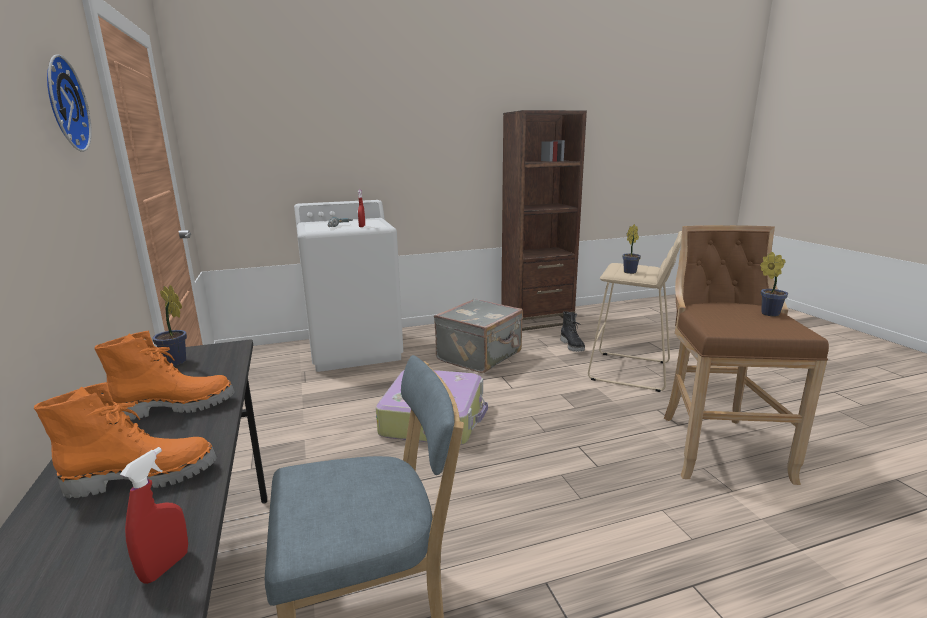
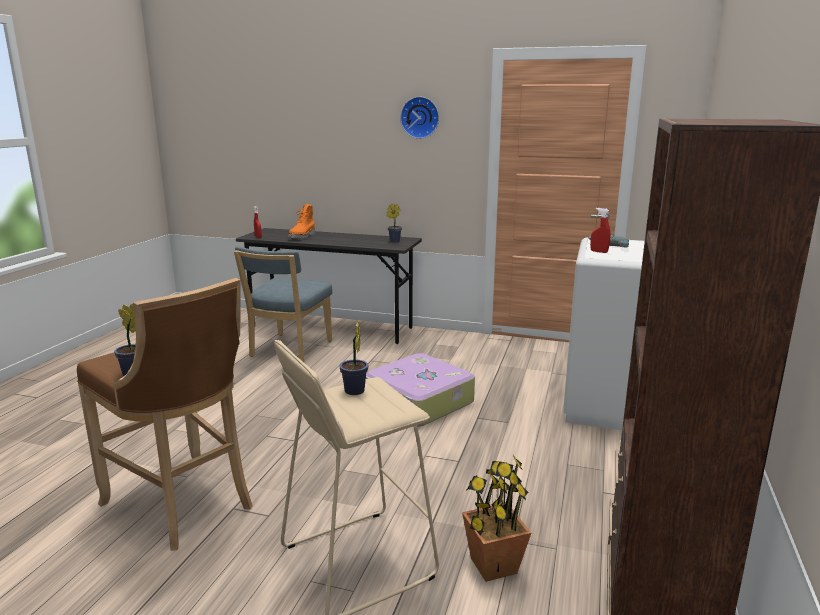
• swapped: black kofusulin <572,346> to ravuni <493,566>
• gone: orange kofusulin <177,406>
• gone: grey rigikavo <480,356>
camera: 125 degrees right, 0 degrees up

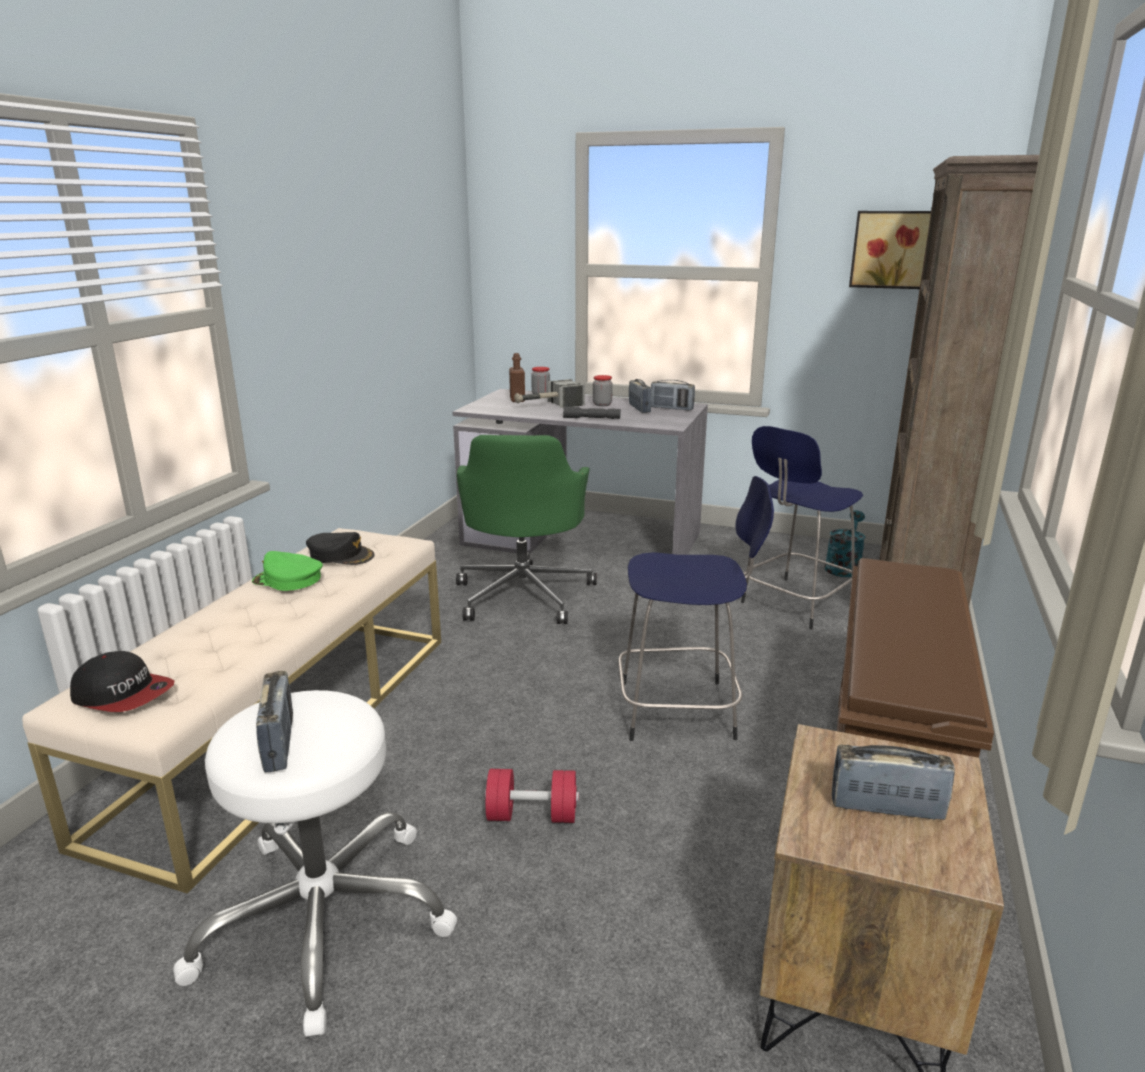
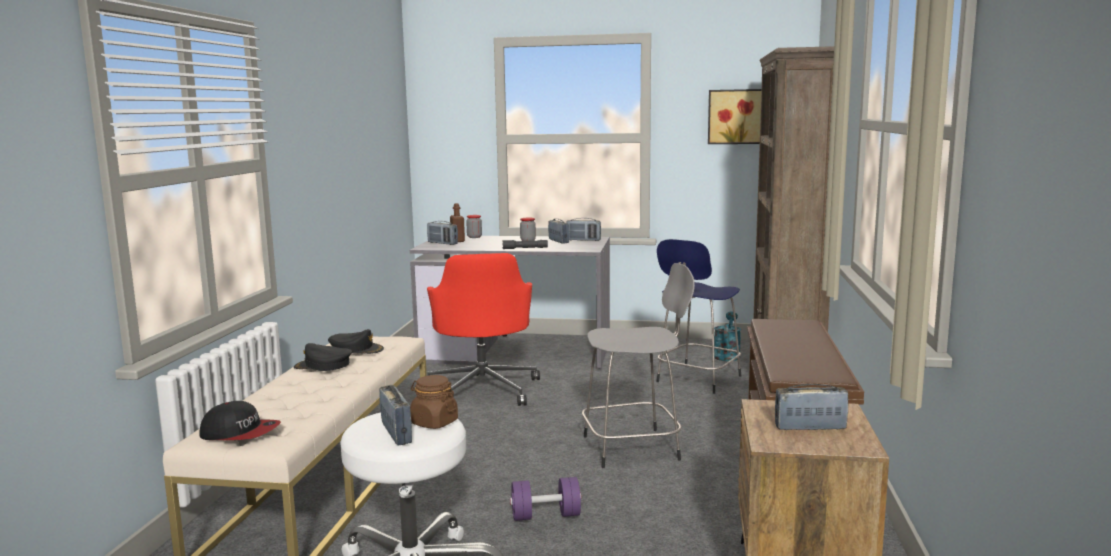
• repainted: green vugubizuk <288,580> to black vugubizuk <323,365>
• new: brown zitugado <434,422>
• new: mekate <442,243>
• repainted: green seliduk <524,594> to red seliduk <483,390>
• repainted: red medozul <532,815> to purple medozul <545,515>
• repainted: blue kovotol <682,710> to grey kovotol <634,447>
• gone: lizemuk <547,406>
camera: 10 degrees left, 10 degrees down

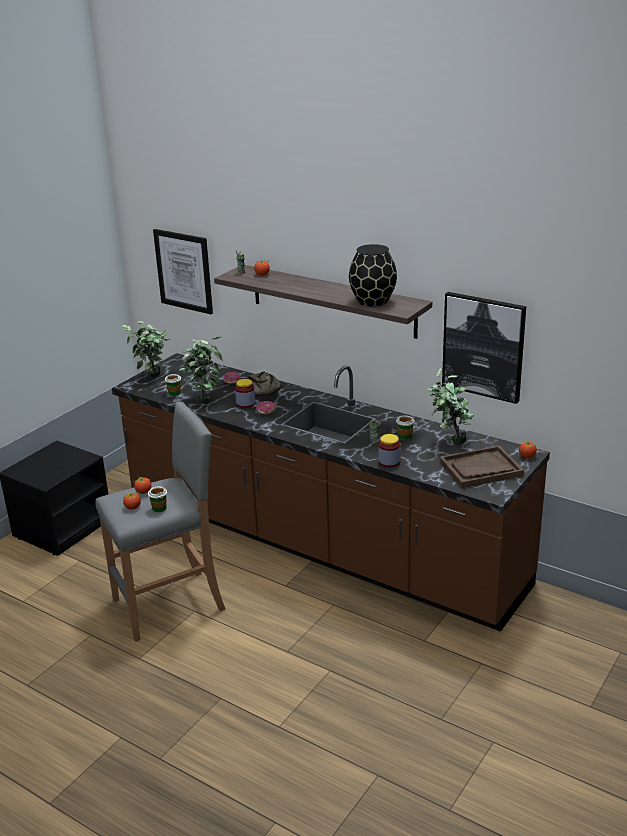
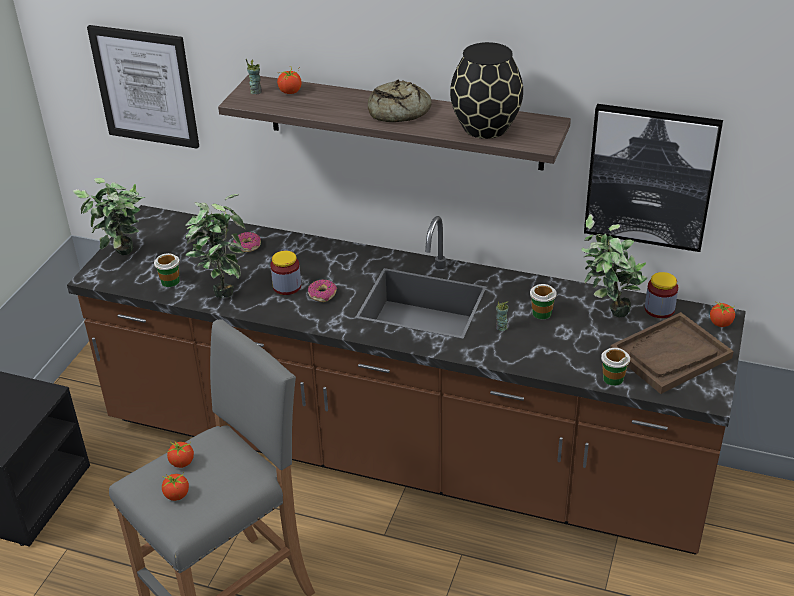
• shifted: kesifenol <260,390> to <398,111>
• shifted: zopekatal <159,508> to <613,378>
• shifted: zitugado <389,462> to <659,309>
camera: 15 degrees left, 10 degrees up

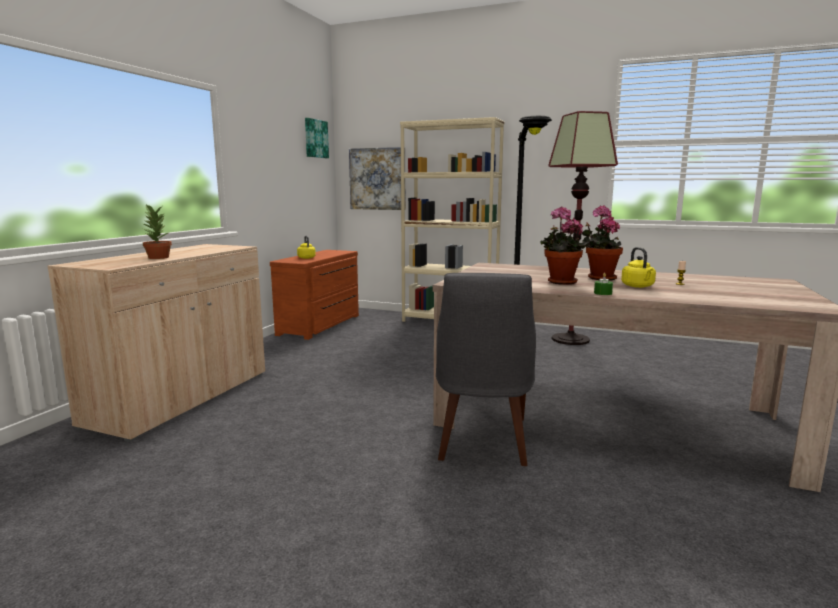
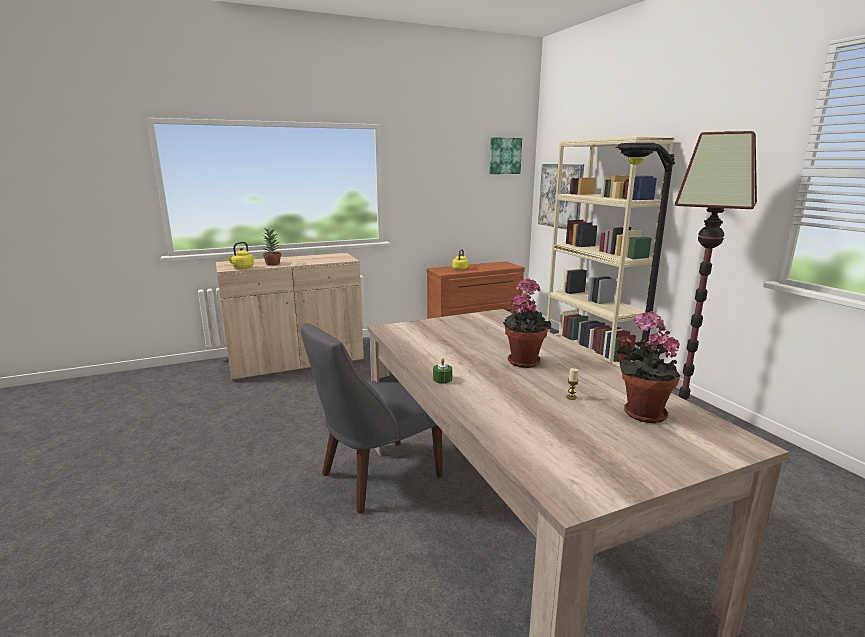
• shifted: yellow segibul <638,286> to <242,268>
• shifted: ravuni <559,282> to <640,413>
camera: 45 degrees right, 5 degrees up

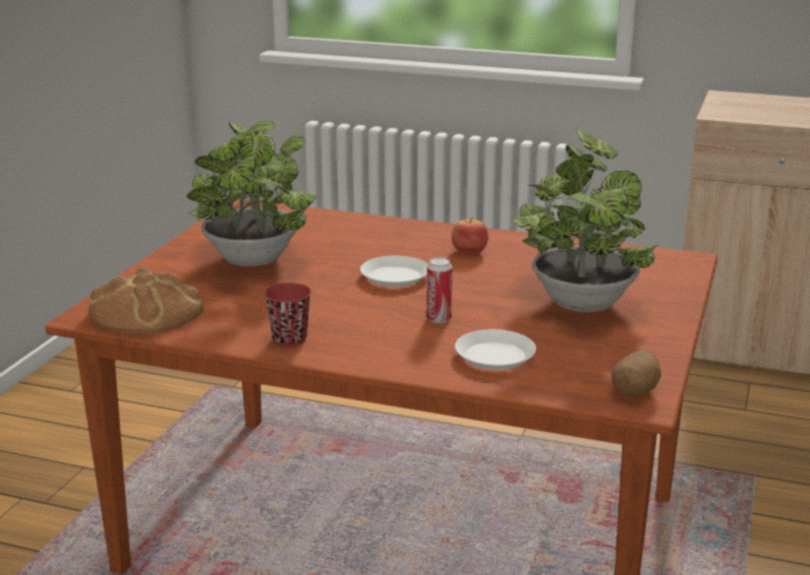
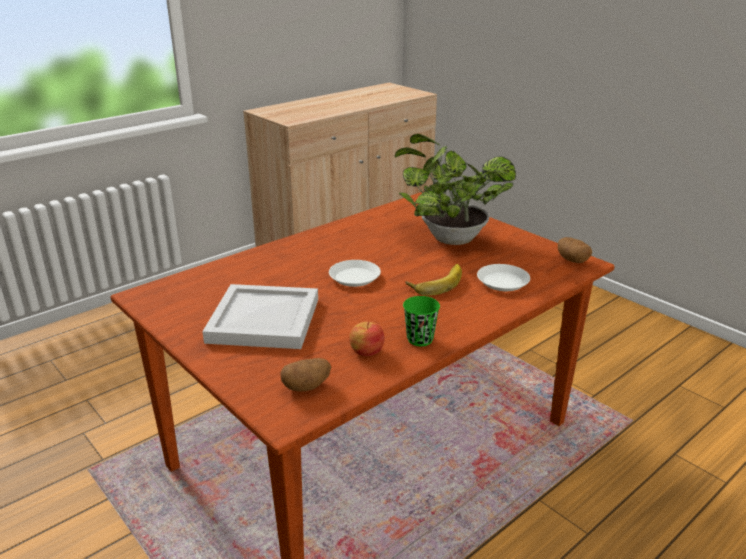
• swapped: ravuni <252,262> to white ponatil <263,319>
• swapped: kesifenol <147,311> to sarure <306,387>
• shifted: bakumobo <469,251> to <366,351>
• repainted: red zopekatal <289,339> to green zopekatal <420,339>
• swapped: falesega <439,319> to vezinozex <436,282>
camera: 60 degrees left, 5 degrees up

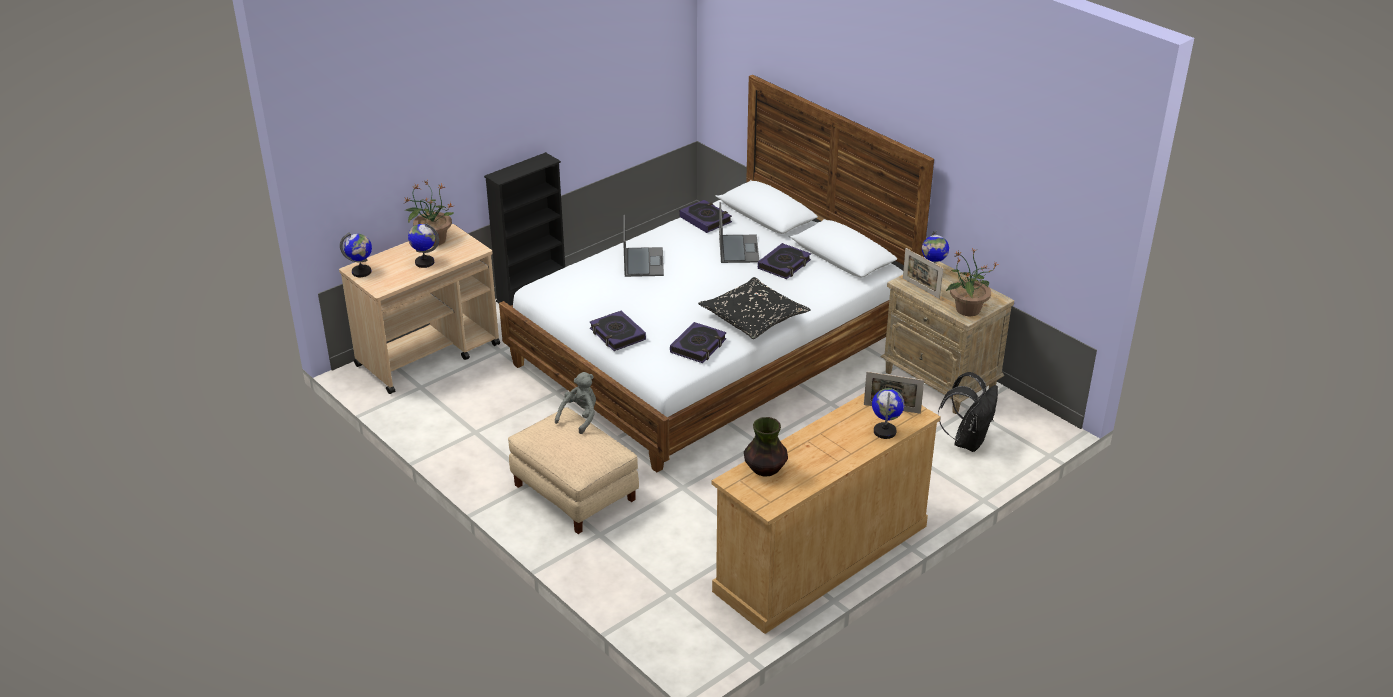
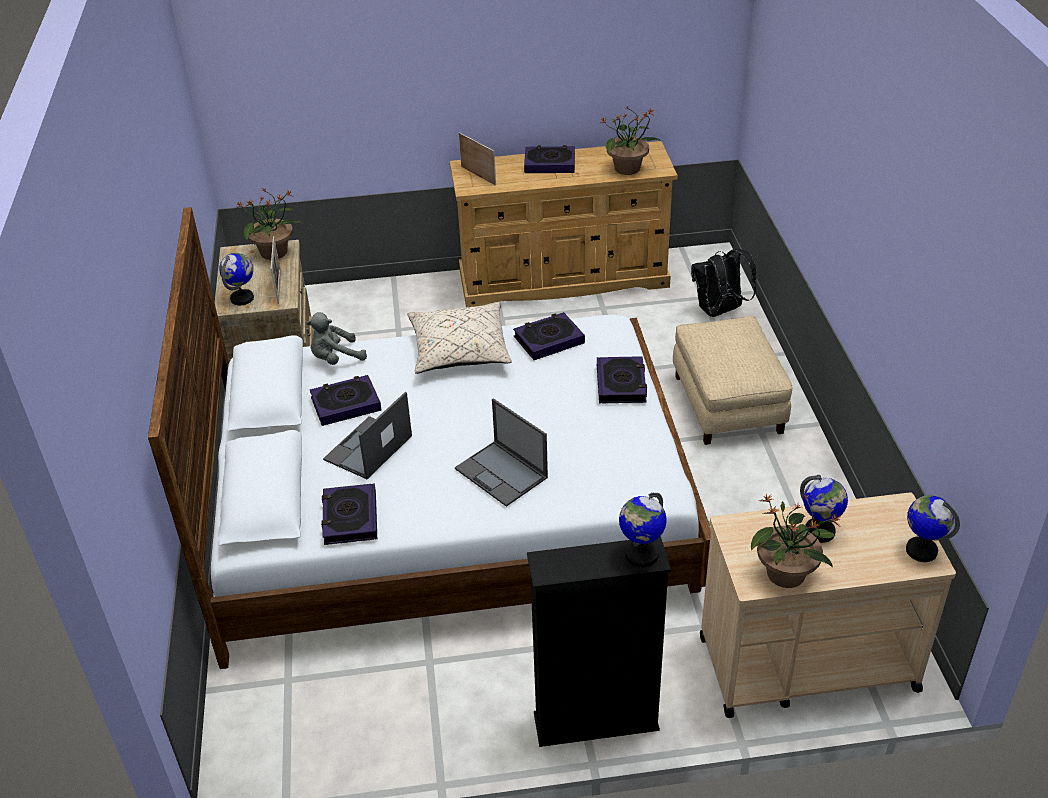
• shifted: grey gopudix <580,417> to <335,358>
• repainted: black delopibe <753,318> to beige delopibe <459,350>
• rotated: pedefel <643,262> = <502,473> 75 degrees counterclockwise
• new: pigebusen <549,164>
• swapped: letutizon <765,469> to ravuni <628,168>
• shifted: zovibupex <885,431> to <641,555>
• shifted: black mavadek <968,441> to <719,311>
camera: 145 degrees left, 5 degrees up

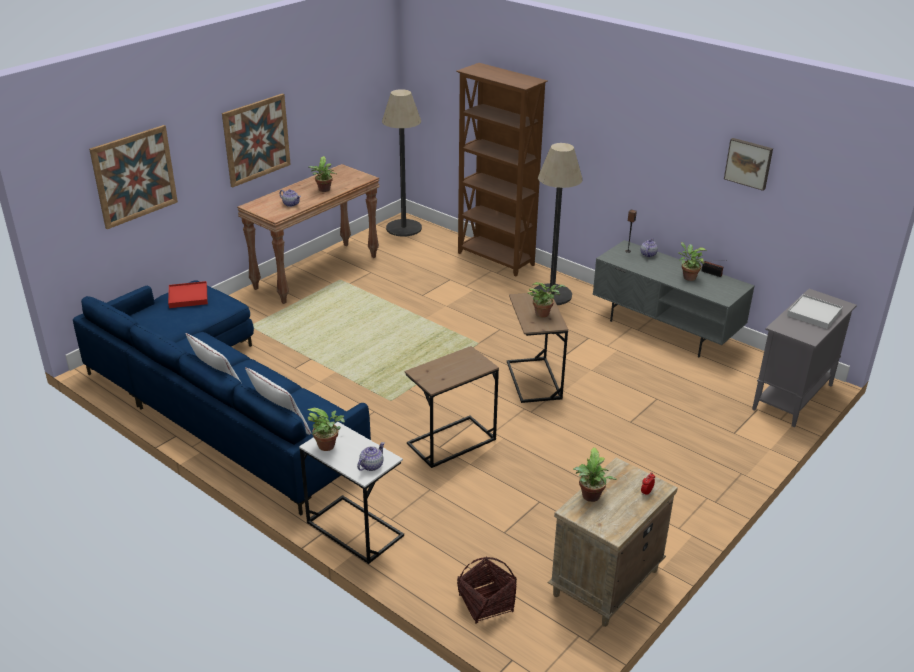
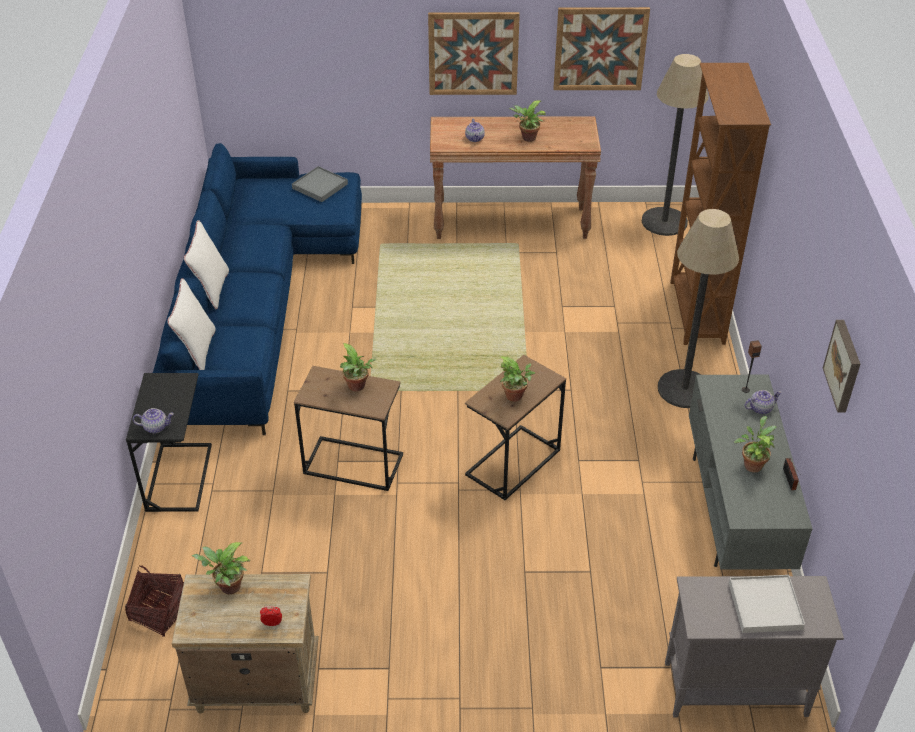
• repainted: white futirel <354,529> to black futirel <179,477>
• repainted: red ponatil <188,297> to grey ponatil <320,186>
• shifted: ravuni <329,446> to <357,387>
• shifted: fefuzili <134,176> to <600,49>
camera: 50 degrees right, 10 degrees up

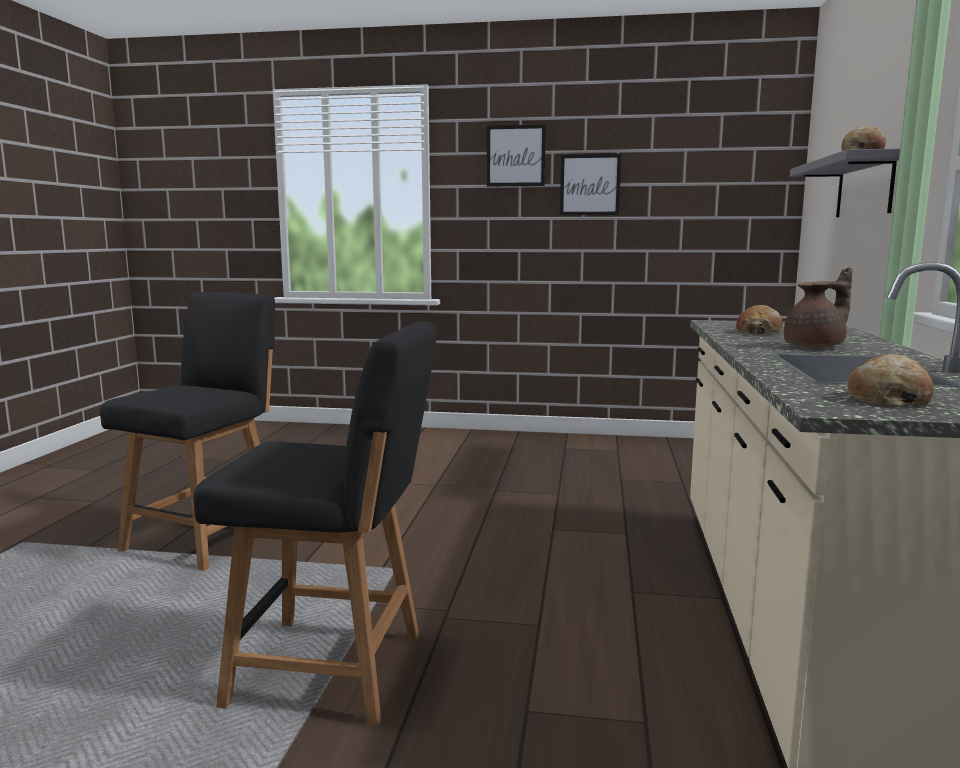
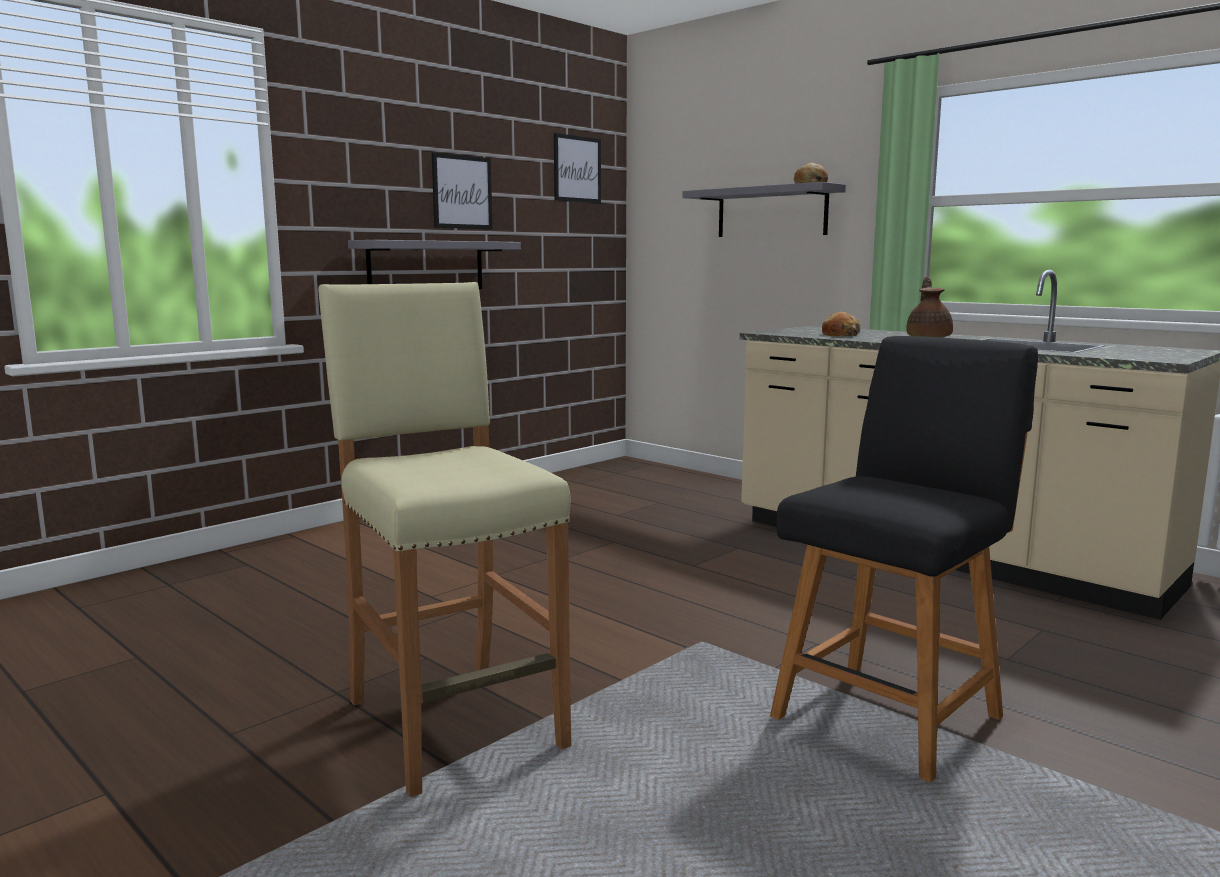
• swapped: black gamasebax <207,538> to beige kovotol <453,723>
• new: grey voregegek <426,266>
• shifted: fefuzili <515,156> to <577,169>
• gone: kesifenol <887,399>
camera: 55 degrees left, 0 degrees up

